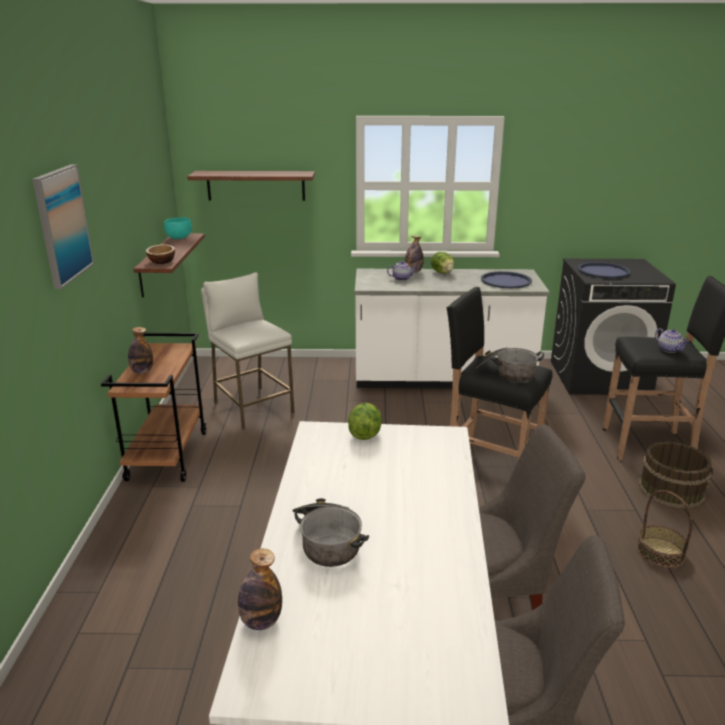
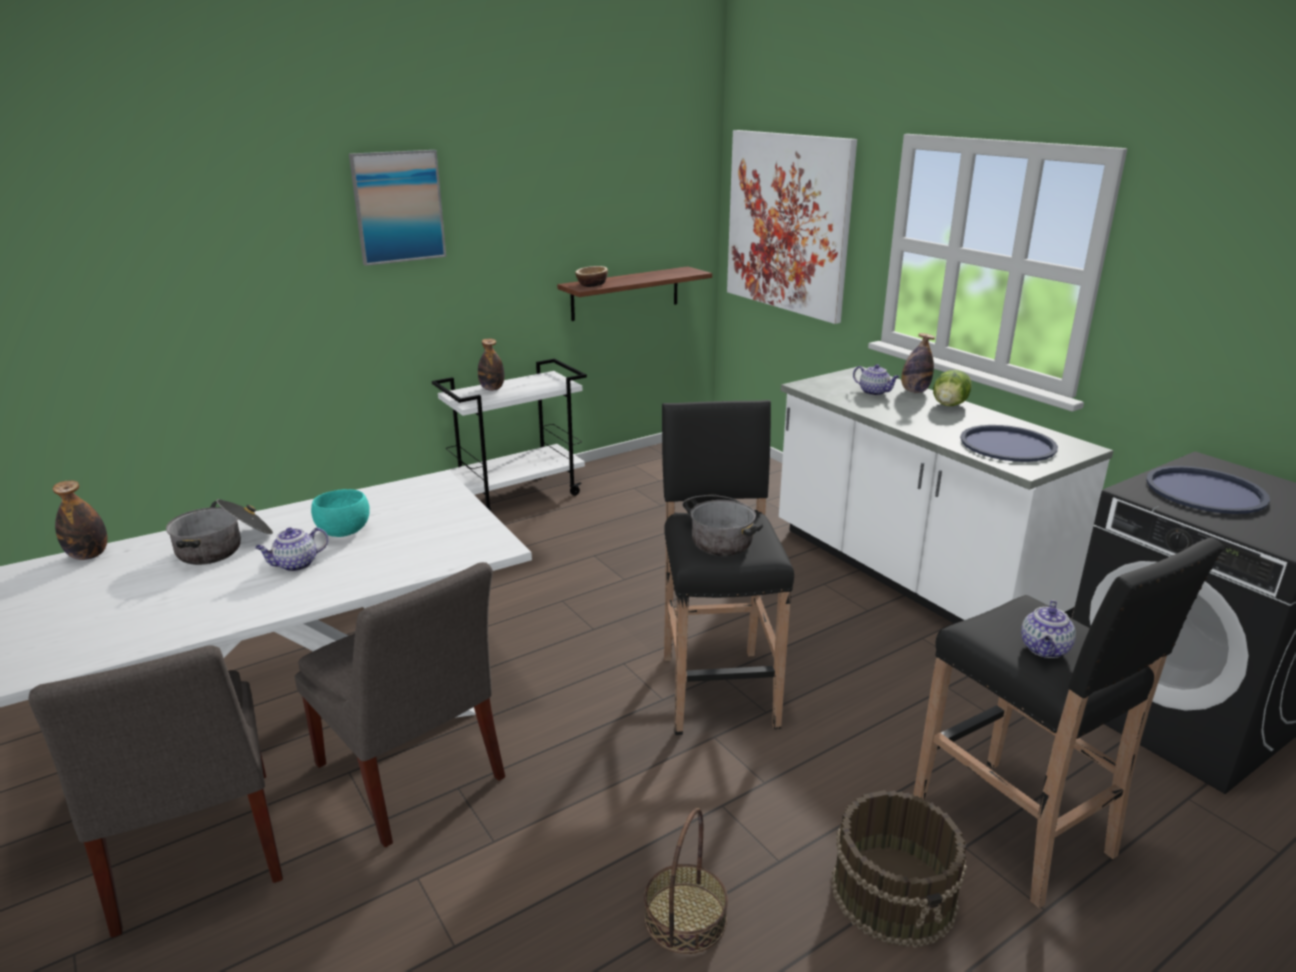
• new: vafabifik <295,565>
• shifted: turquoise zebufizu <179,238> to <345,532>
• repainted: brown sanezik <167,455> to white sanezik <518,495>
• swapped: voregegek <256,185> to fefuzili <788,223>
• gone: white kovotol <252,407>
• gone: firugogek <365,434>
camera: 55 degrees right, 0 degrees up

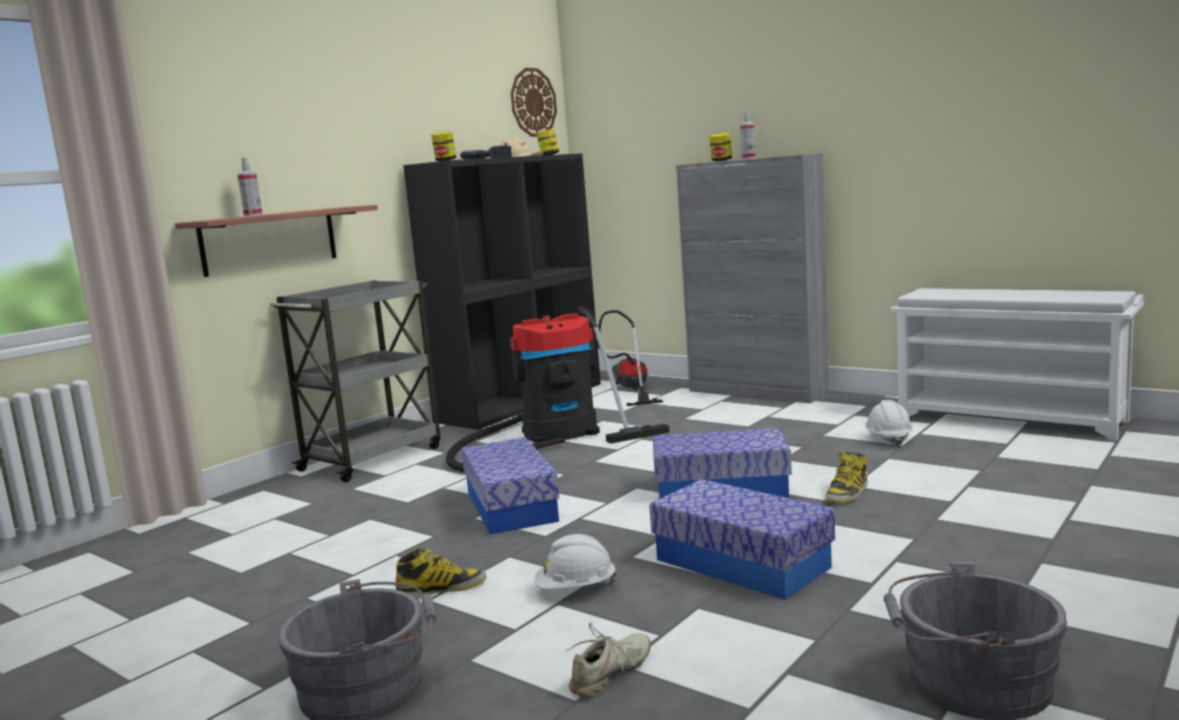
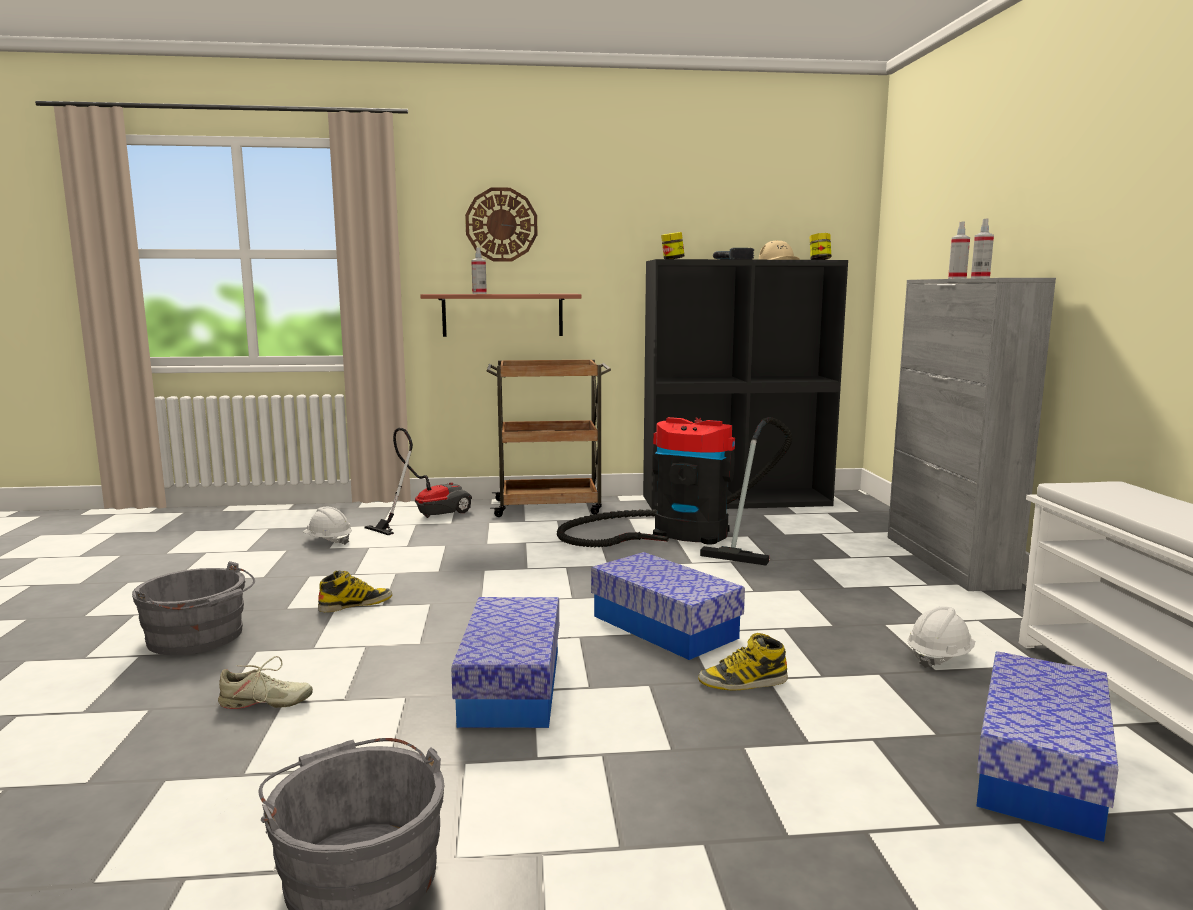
• shifted: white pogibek <576,589> to <328,541>
• rotated: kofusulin <442,589> = <355,604> 60 degrees counterclockwise
• shifted: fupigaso <631,390> to <426,516>
• shifted: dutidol <533,102> to <501,224>
• repainted: grey sanezik <373,458> to brown sanezik <549,507>
• swapped: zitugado <721,161> to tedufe <957,278>
• shifted: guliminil <511,506> to <1040,770>
camera: 45 degrees right, 0 degrees up

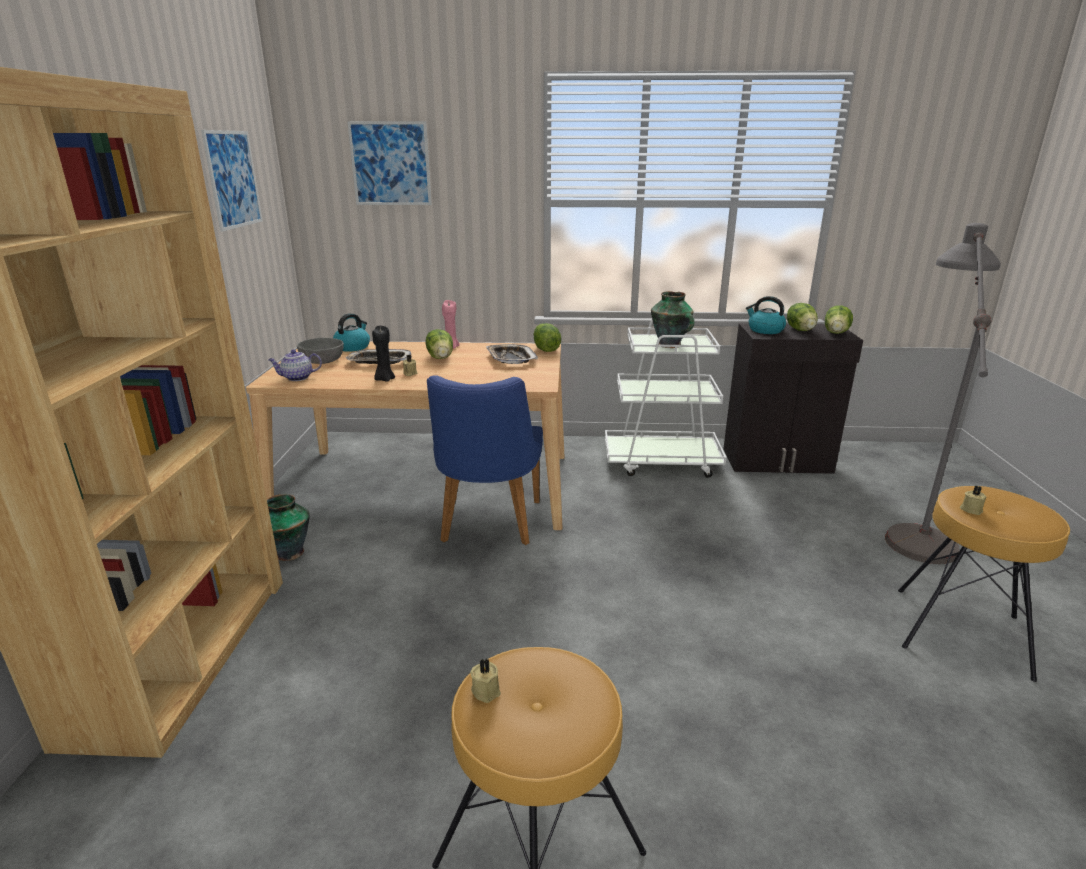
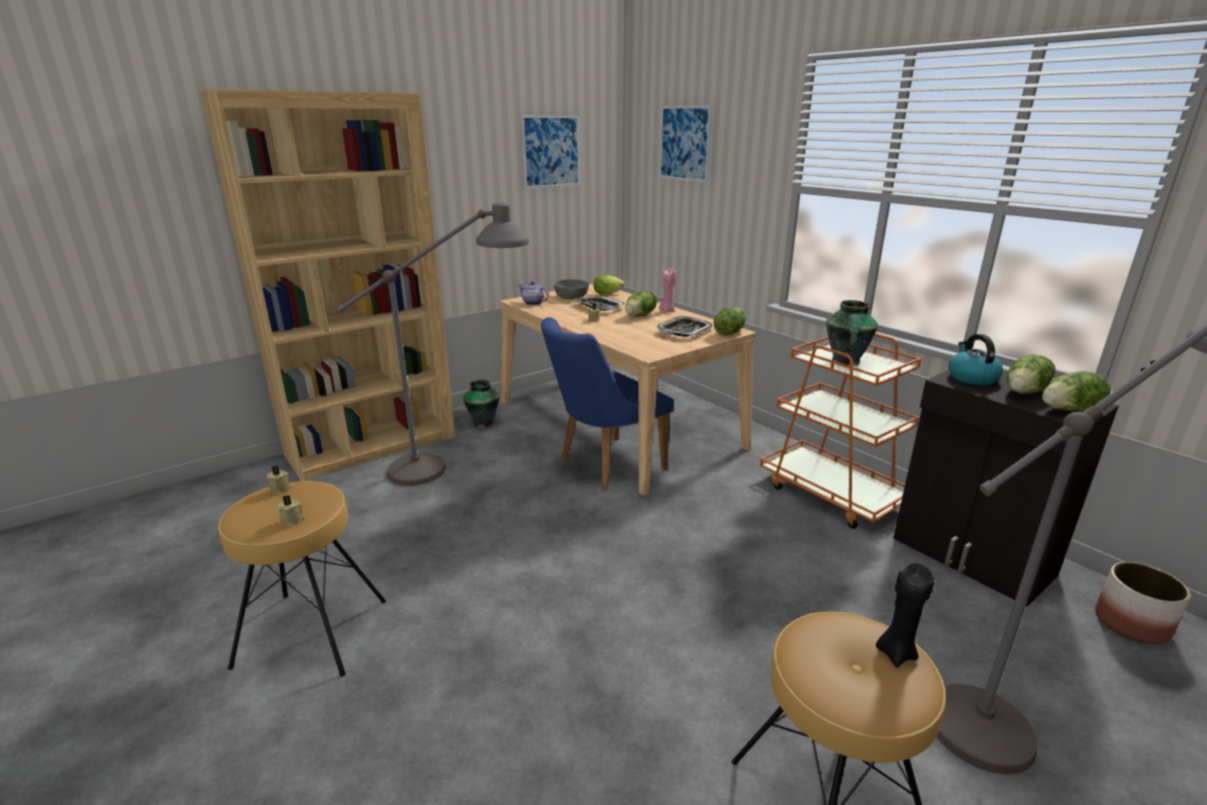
• shifted: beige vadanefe <971,509> to <293,520>
• new: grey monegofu <458,465>
• swapped: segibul <352,347> to firugogek <609,294>
• repainted: white sanezik <662,461> to orange sanezik <832,493>
• shifted: black vadanefe <384,379> to <896,652>
• new: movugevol <1132,624>
camera: 50 degrees right, 0 degrees up

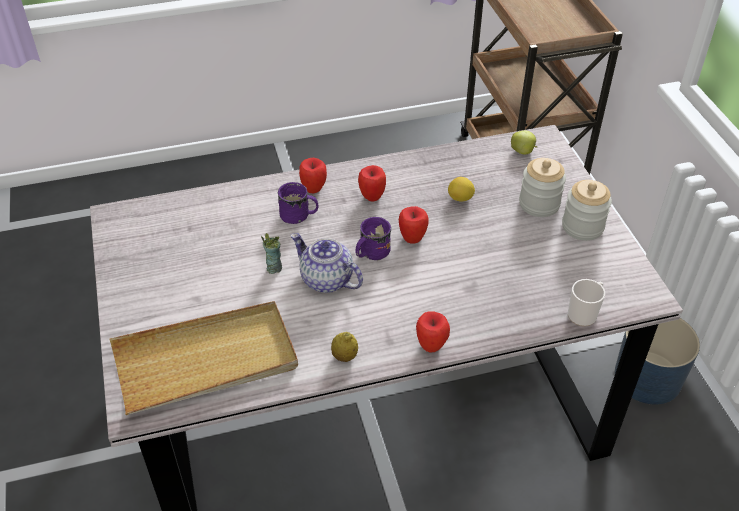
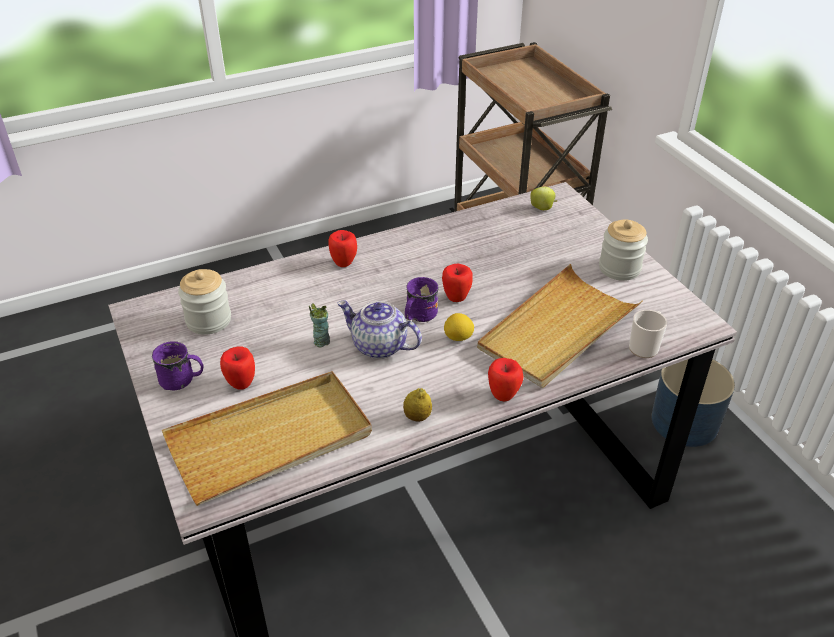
• shifted: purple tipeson <299,216> to <182,380>
• shifted: zitugado <539,204> to <208,320>
• shifted: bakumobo <372,196> to <241,383>
• shifted: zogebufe <460,198> to <458,338>
• new: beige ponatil <557,330>
camera: 10 degrees left, 5 degrees down

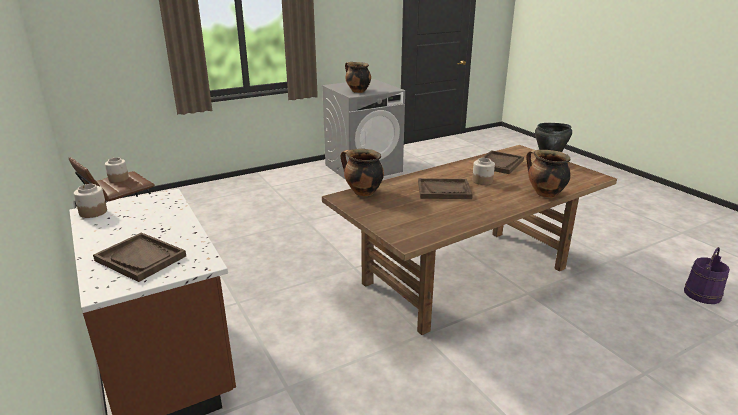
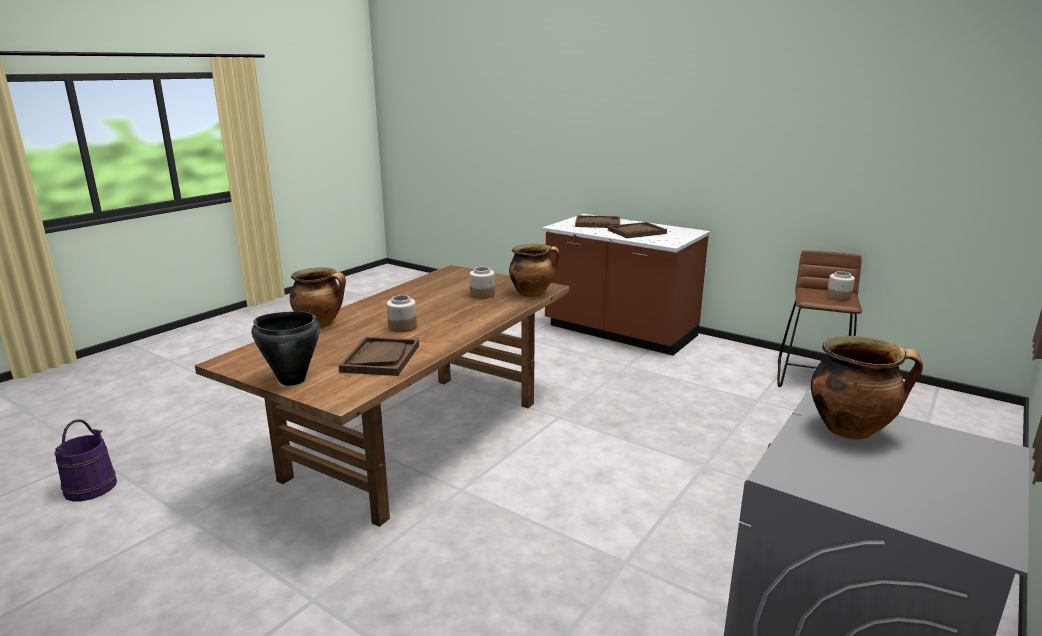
• shifted: zitugado <93,212> to <482,295>
• shifted: brown ponatil <444,190> to <636,232>
camera: 155 degrees right, 5 degrees down

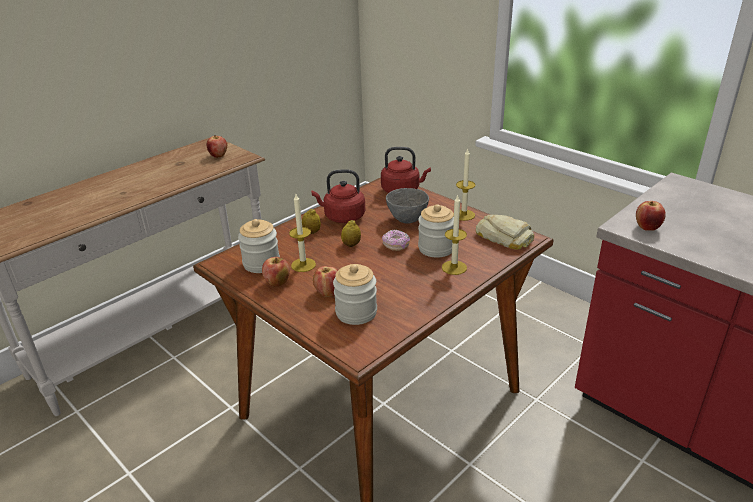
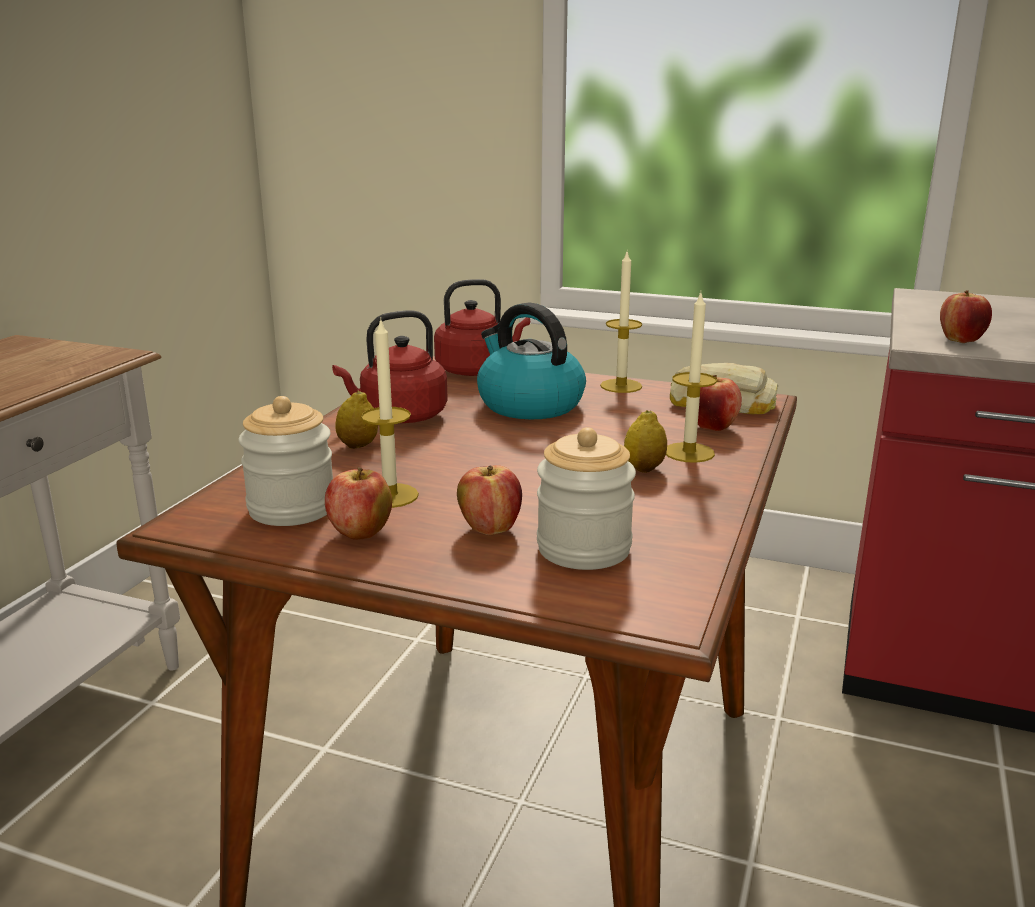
• swapped: grey zebufizu <407,220> to segibul <528,404>
• shifted: zogebufe <351,244> to <644,468>
• shifted: bakumobo <218,156> to <713,427>
• gone: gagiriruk <396,246>
• gone: zitugado <436,248>
camera: 25 degrees left, 10 degrees down

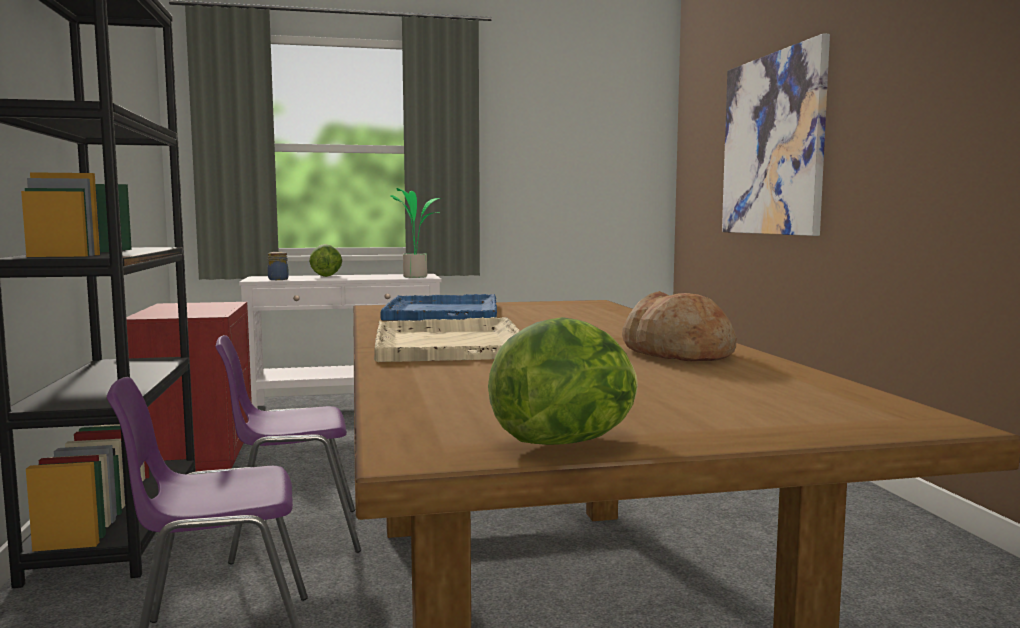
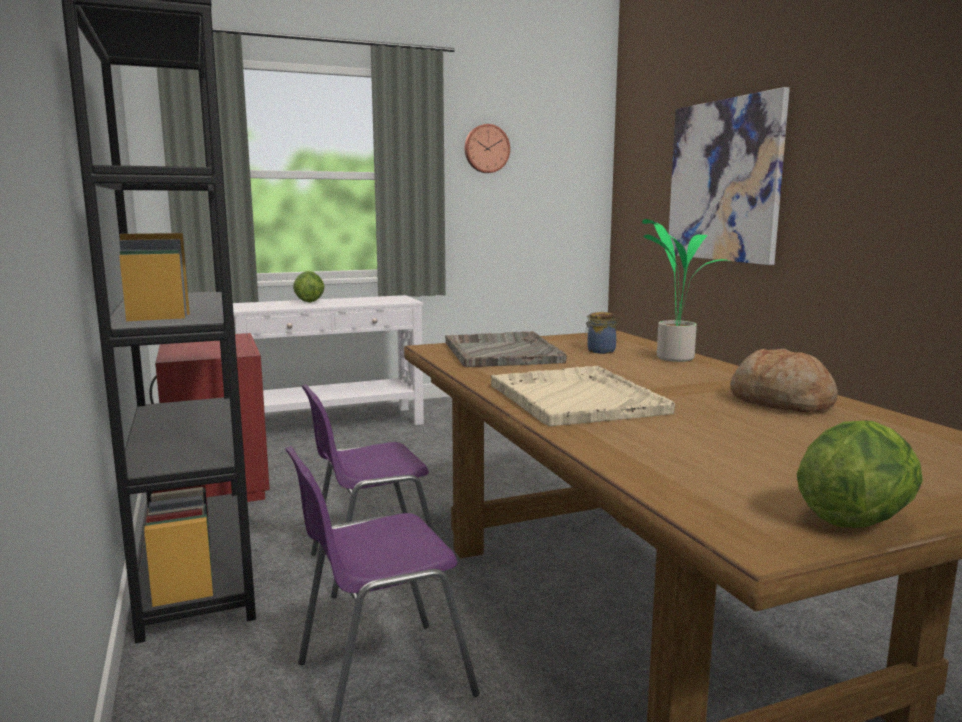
• repainted: blue ponatil <443,311> to grey ponatil <501,352>
• new: dutidol <486,149>
• shifted: zitugado <277,279> to <599,351>
• shifted: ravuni <415,277> to <674,357>
camera: 10 degrees left, 5 degrees up

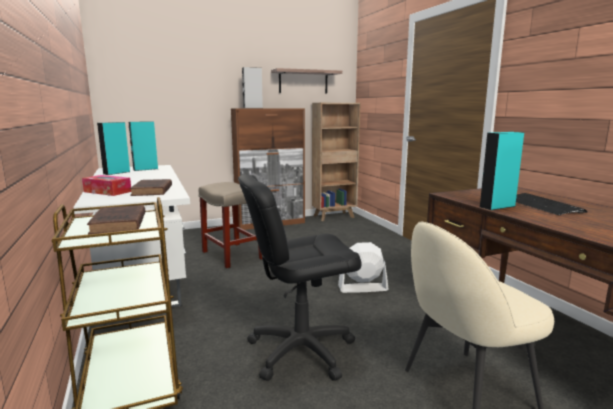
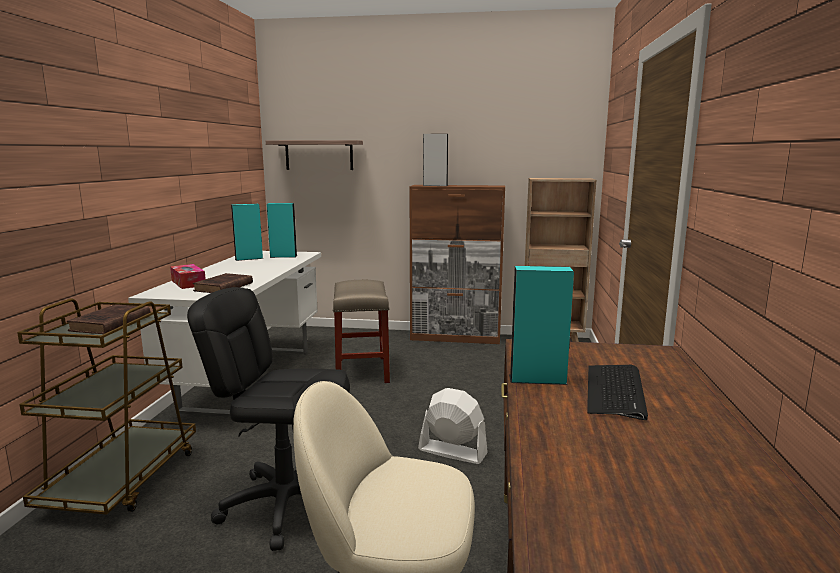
• shifted: voregegek <303,82> to <319,155>
camera: 30 degrees right, 0 degrees up

